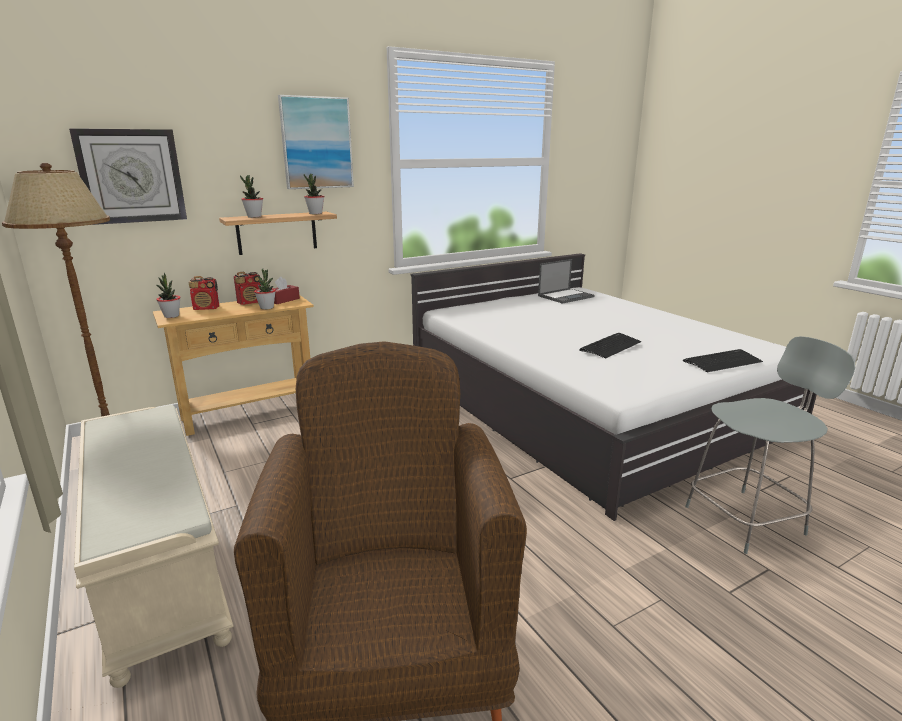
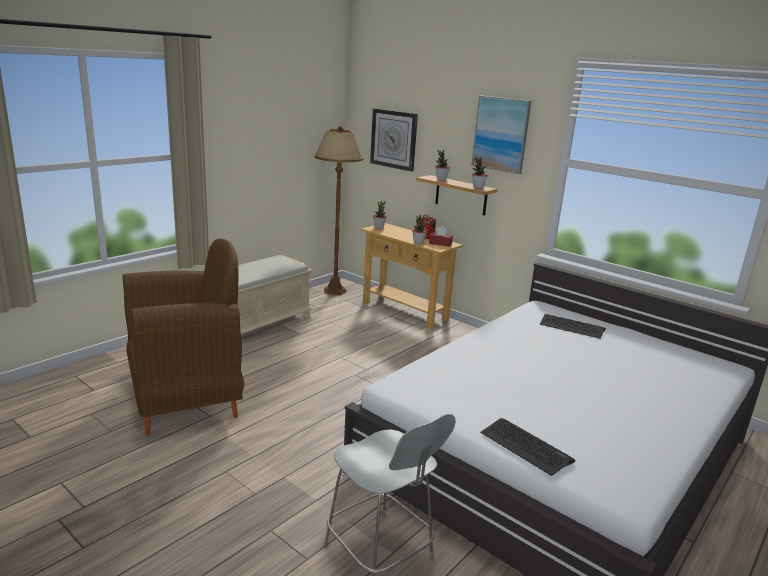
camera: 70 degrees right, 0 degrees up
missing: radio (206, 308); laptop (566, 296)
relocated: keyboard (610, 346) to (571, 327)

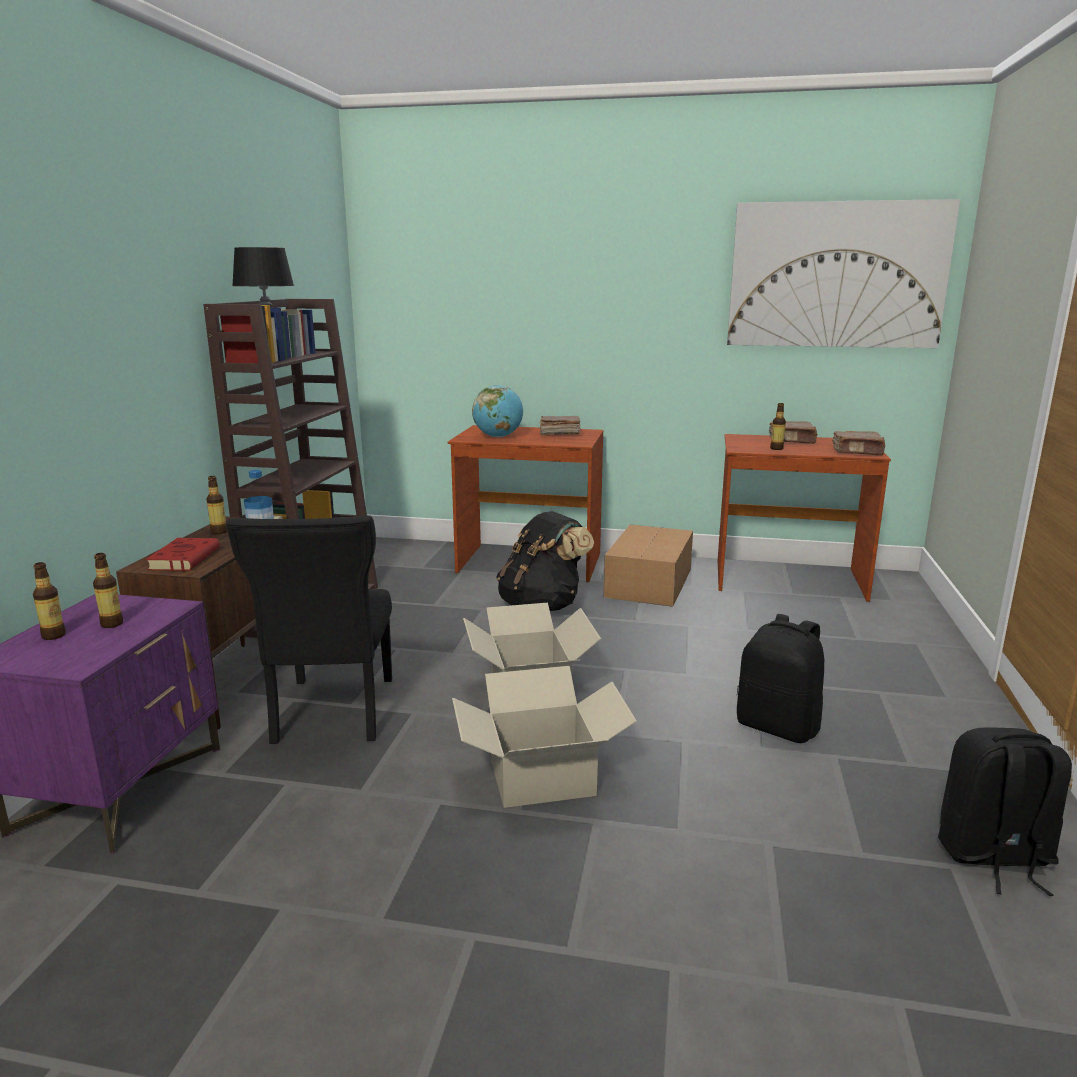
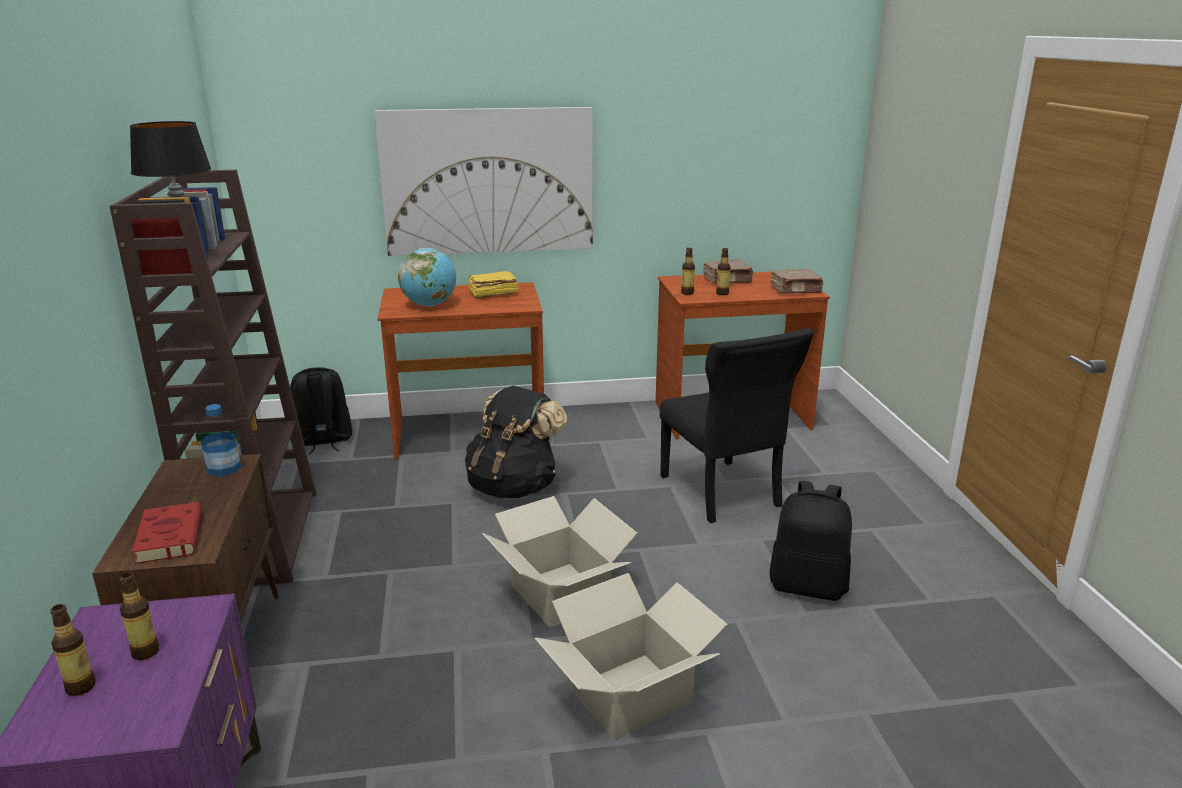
camera: 20 degrees left, 5 degrees up
missing: cardboard box (650, 582)
relocated: bottle (219, 532) to (687, 293); chair (black) (332, 713) to (722, 493); picture (837, 275) to (488, 181); backpack (black) (993, 857) to (322, 441)
colour: book (brown) (559, 434) to book (yellow) (492, 293)

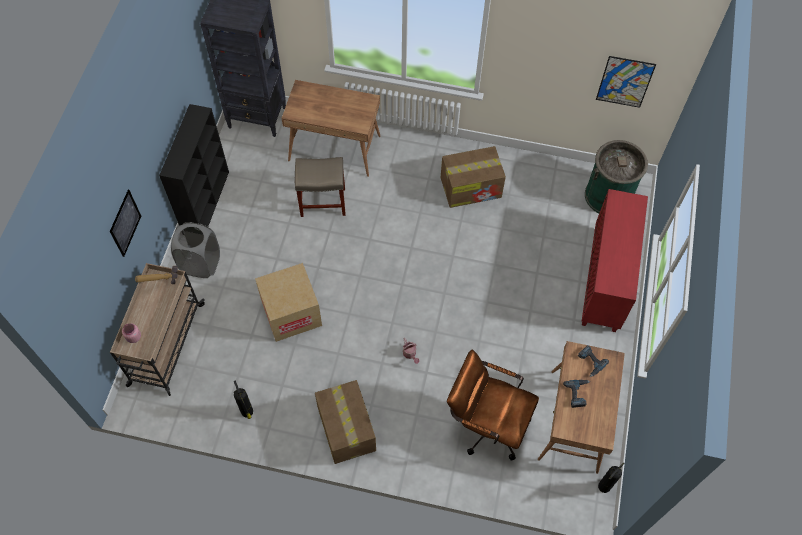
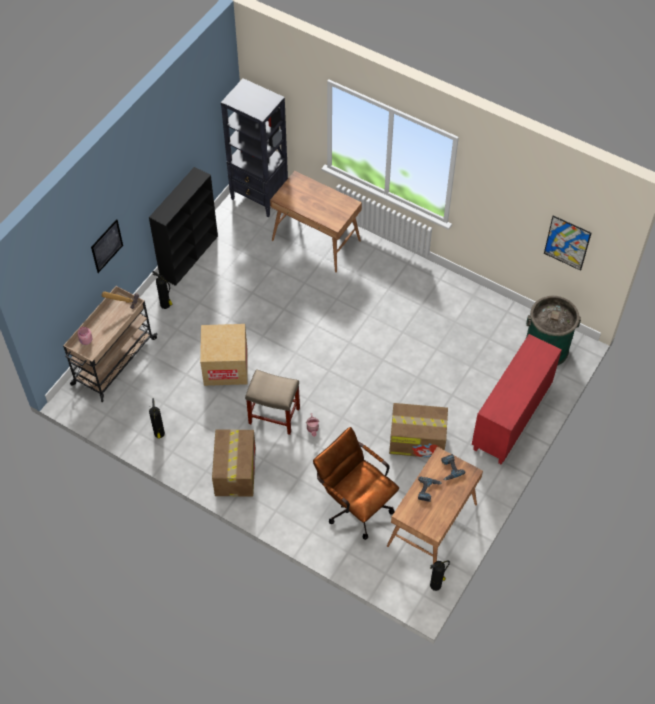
camera: 20 degrees right, 5 degrees down
relocated: stool (beige) (322, 202) to (273, 415); cardboard box (471, 187) to (418, 440)
exchanged: laundry basket (grey) (200, 263) to fire extinguisher (166, 305)

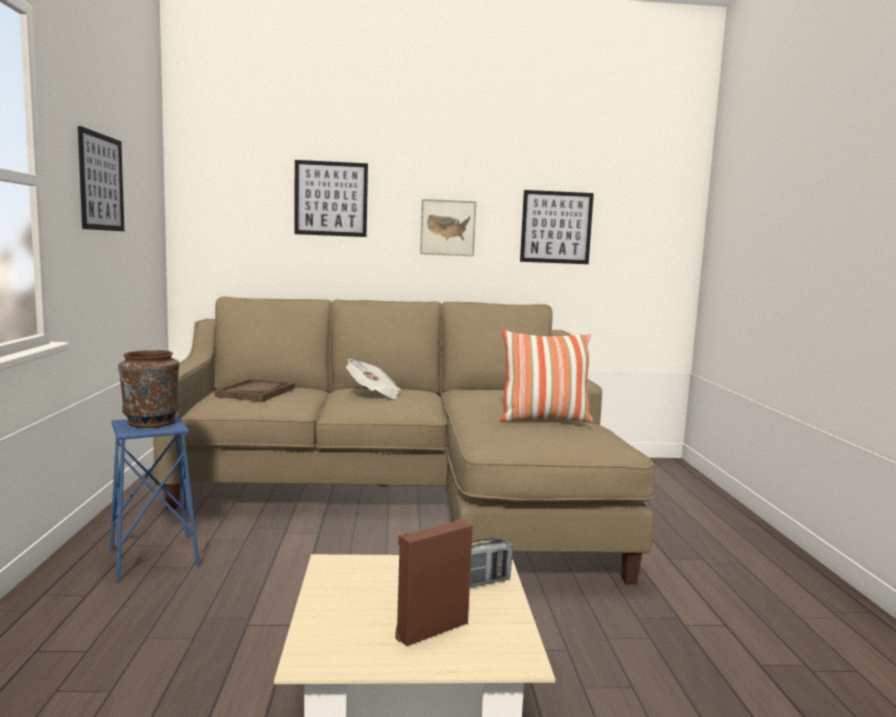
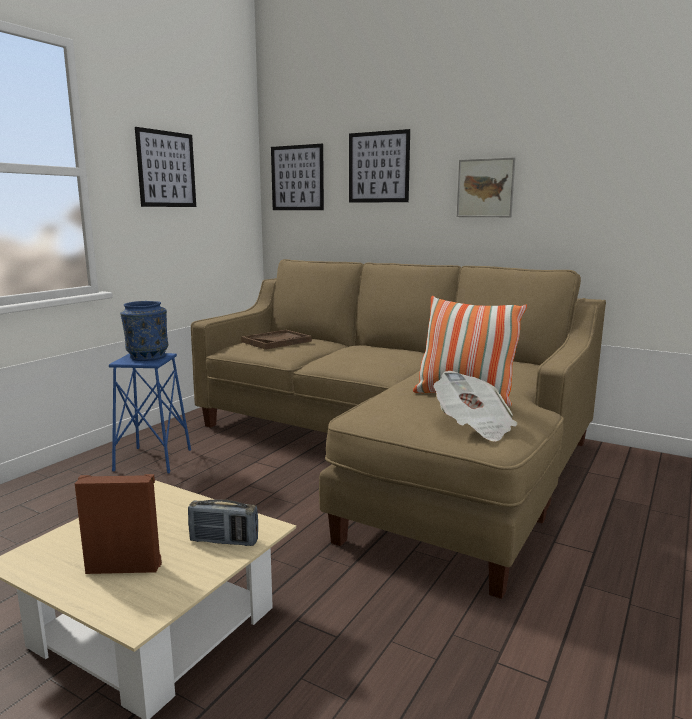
camera: 35 degrees right, 5 degrees up
relocated: newspaper (373, 394) to (474, 426); picture (556, 227) to (297, 178)
colour: vase (brown) (150, 422) to vase (blue) (147, 357)

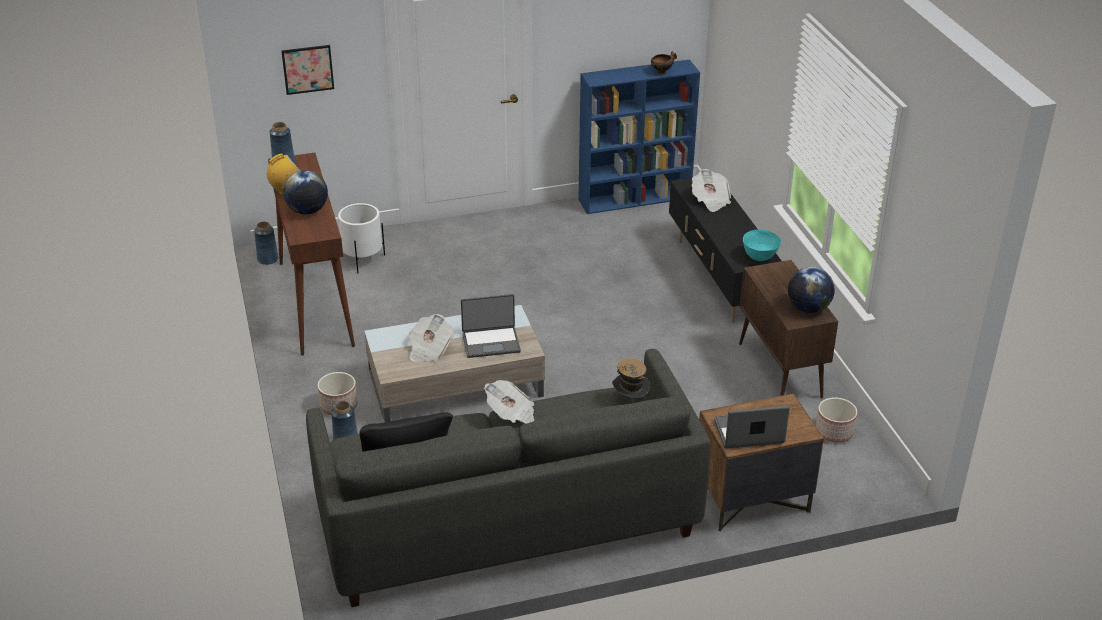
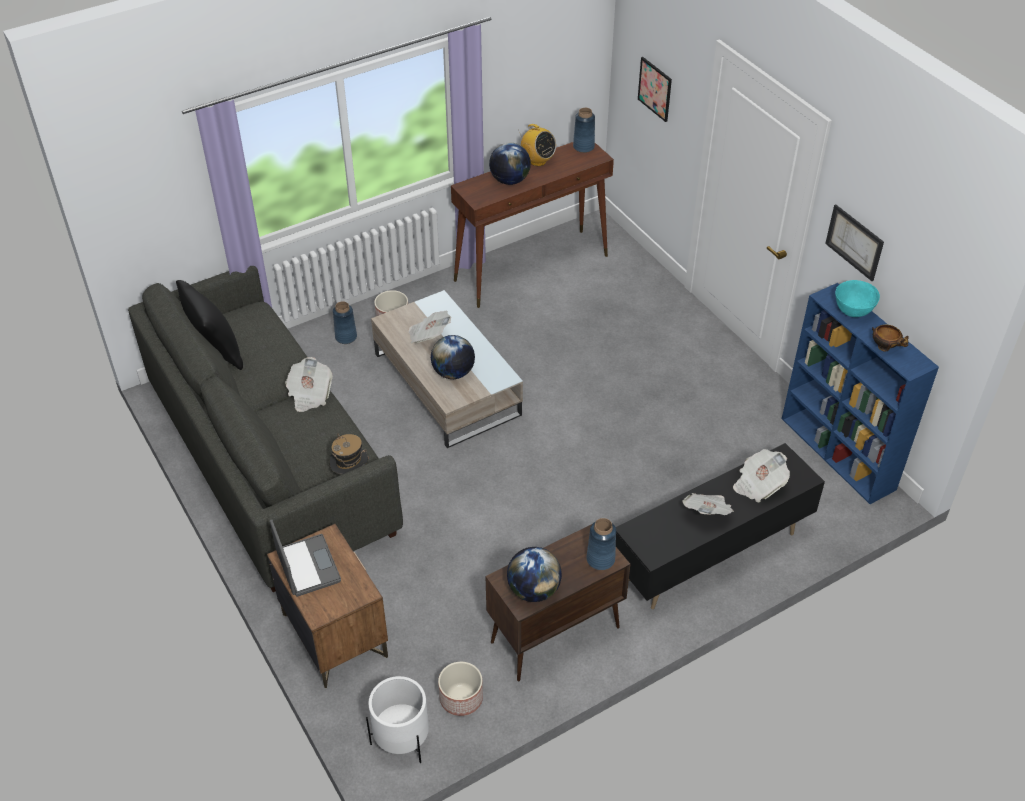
camera: 75 degrees right, 10 degrees up
appeared: newspaper (707, 512); picture (854, 242)
relocated: vase (blue) (268, 259) to (600, 559); planter (white) (363, 260) to (402, 740); bowl (turquoise) (759, 257) to (852, 311)
exchanged: laptop (491, 342) to globe (453, 373)

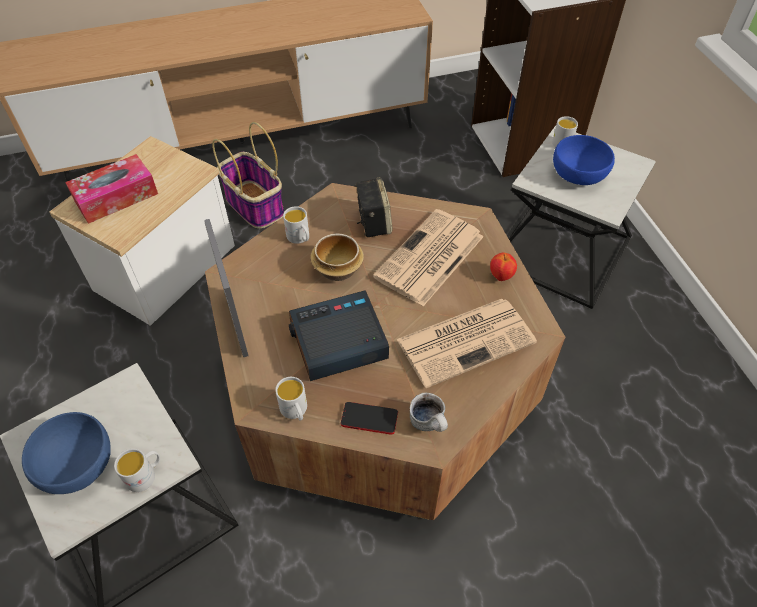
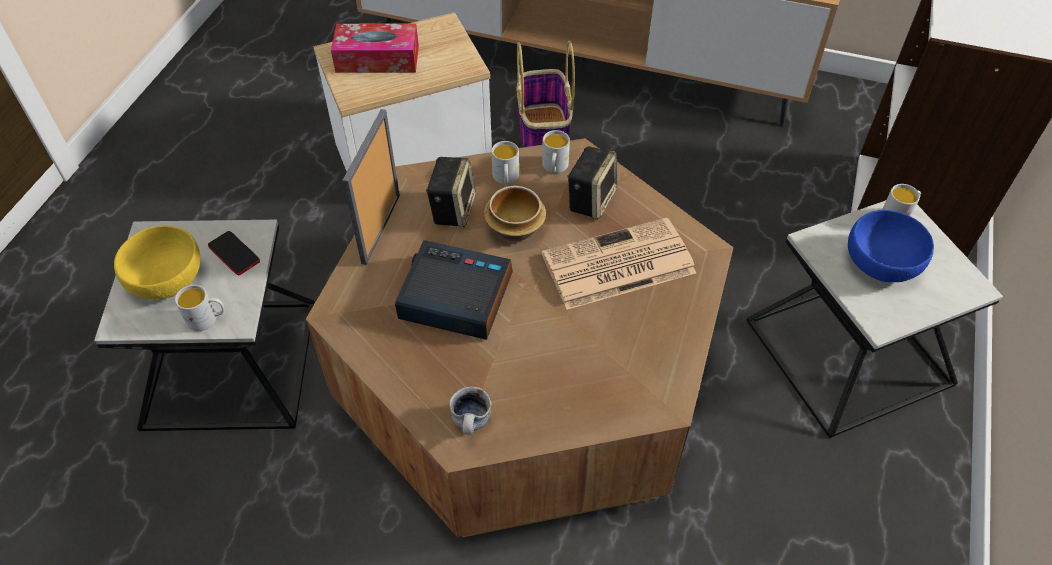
camera: 35 degrees right, 0 degrees up
missing: newspaper (467, 340); apple (501, 276)
appeared: speaker (452, 208)
relocated: mug (white) (295, 411) to (554, 168); phone (369, 418) to (234, 254)
colour: bowl (blue) (76, 463) to bowl (yellow) (167, 277)

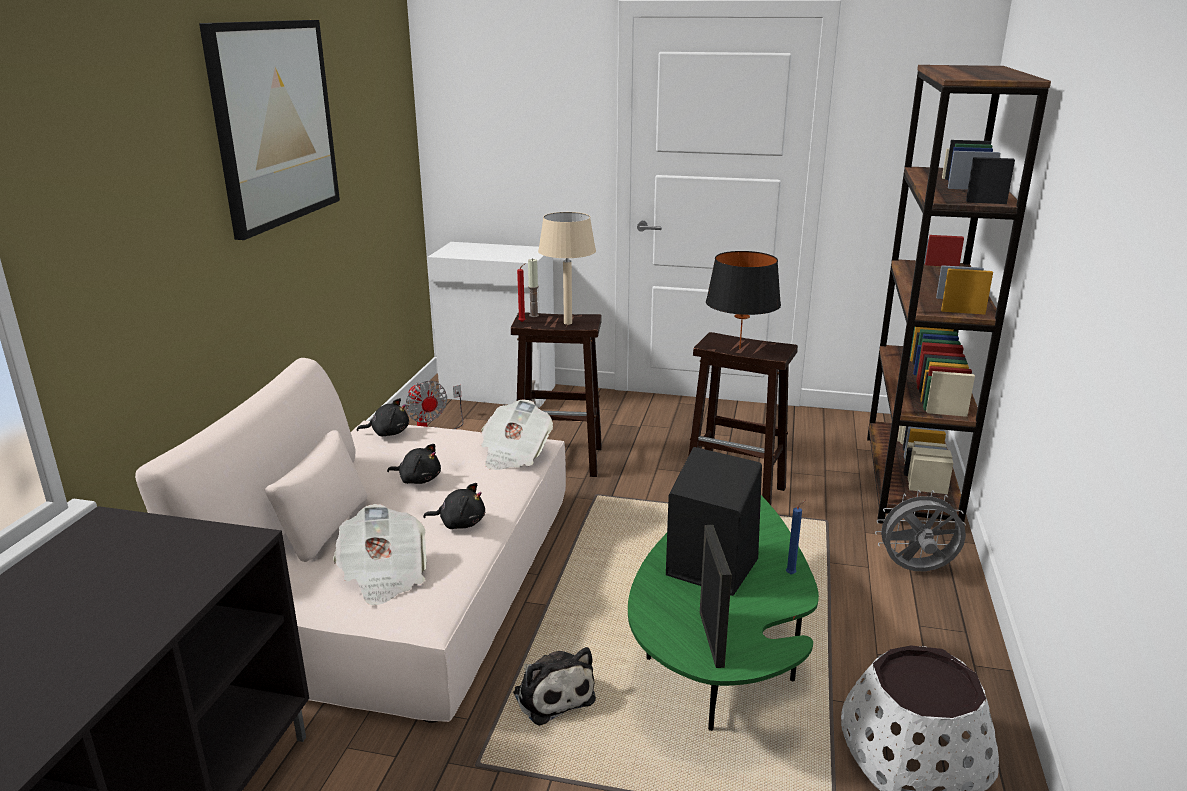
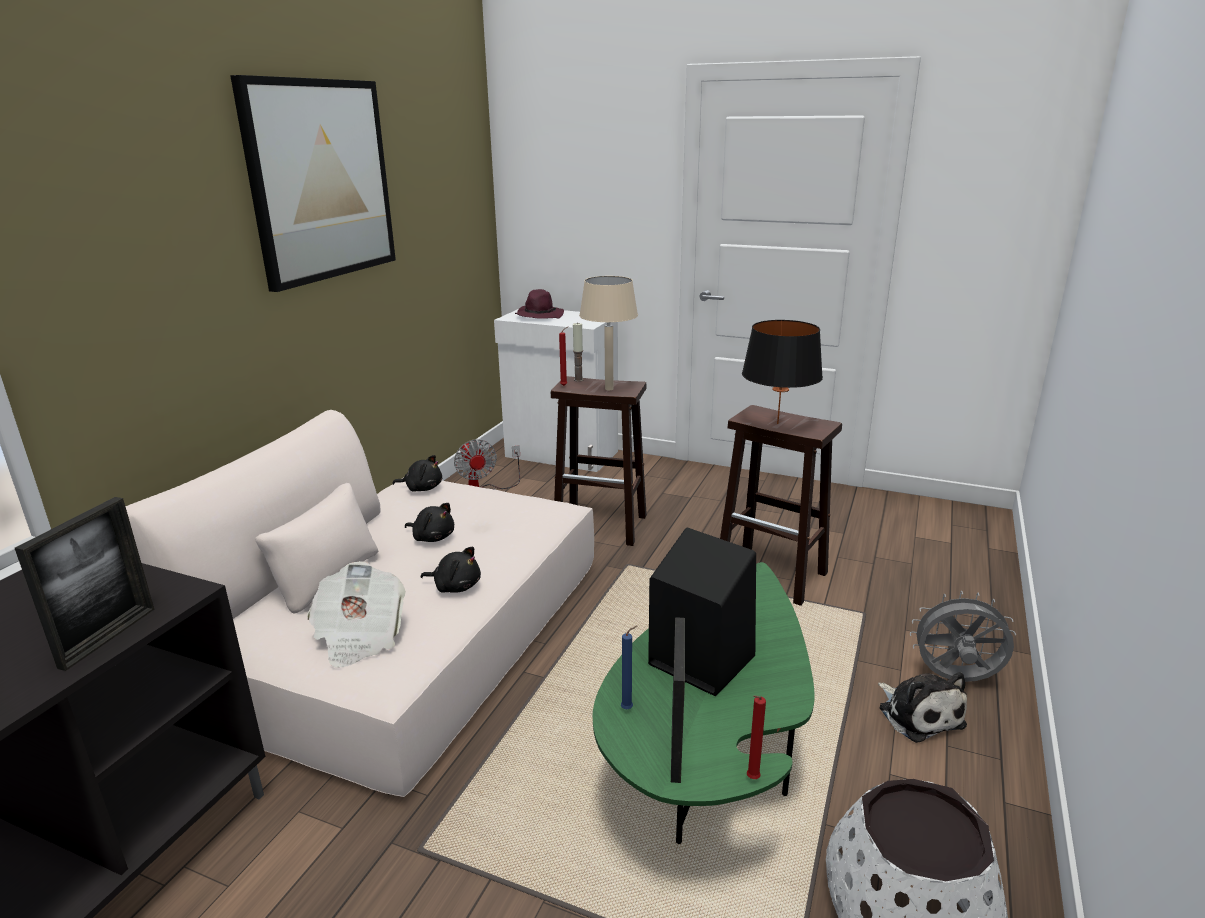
camera: 10 degrees right, 0 degrees up
missing: newspaper (514, 454); bookcase (brown) (910, 481)
appeared: picture frame (108, 637); hat (purple) (539, 315); candle (red) (751, 779)
relocated: plush toy (552, 694) to (918, 714); candle (blue) (792, 574) to (628, 709)

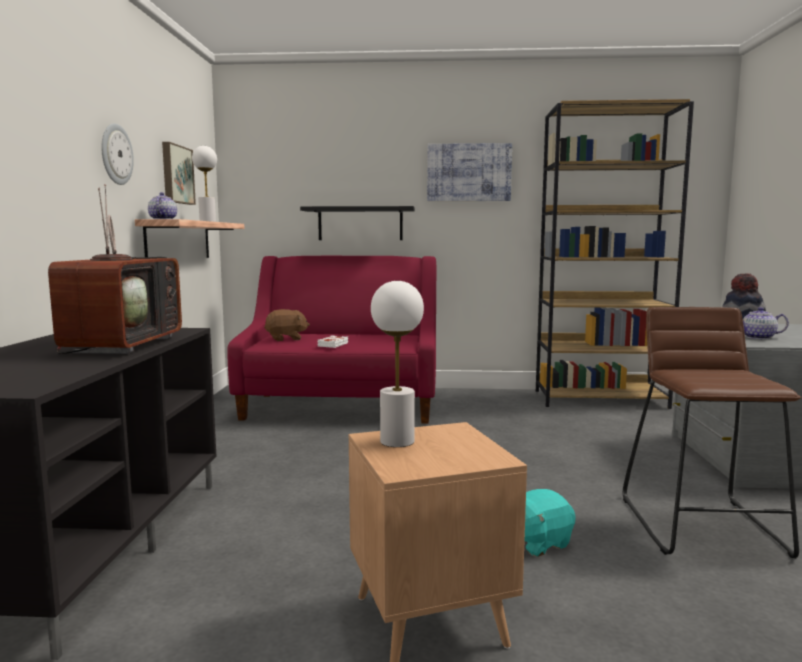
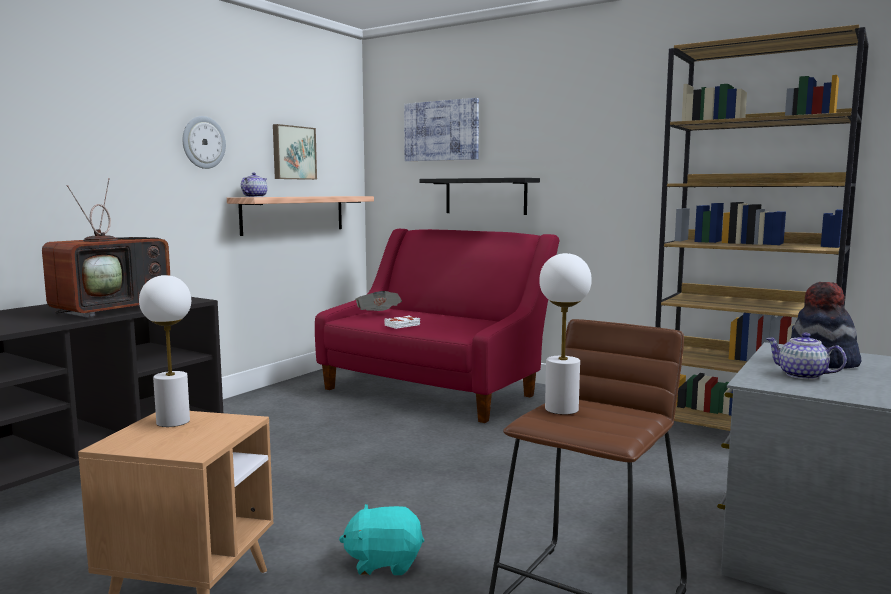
camera: 30 degrees right, 0 degrees up
relocated: table lamp (white) (207, 222) to (561, 409); picture (469, 172) to (441, 131)
exchanged: plush toy (brown) (286, 339) to newspaper (379, 314)

